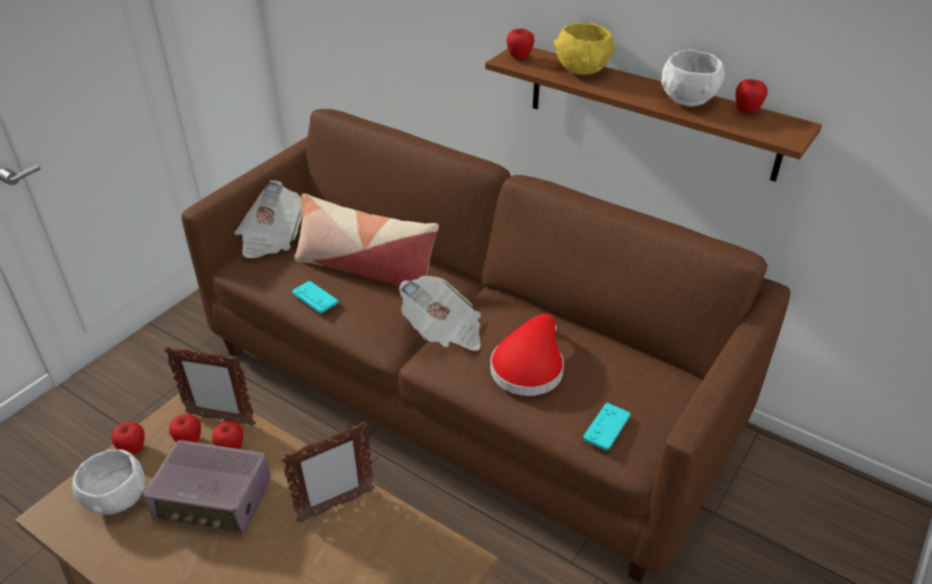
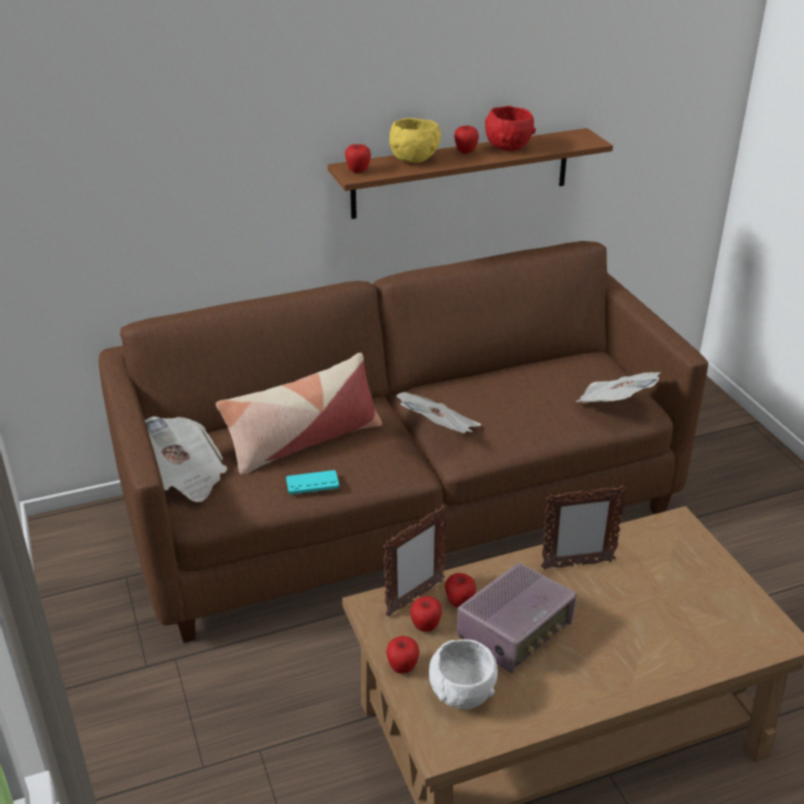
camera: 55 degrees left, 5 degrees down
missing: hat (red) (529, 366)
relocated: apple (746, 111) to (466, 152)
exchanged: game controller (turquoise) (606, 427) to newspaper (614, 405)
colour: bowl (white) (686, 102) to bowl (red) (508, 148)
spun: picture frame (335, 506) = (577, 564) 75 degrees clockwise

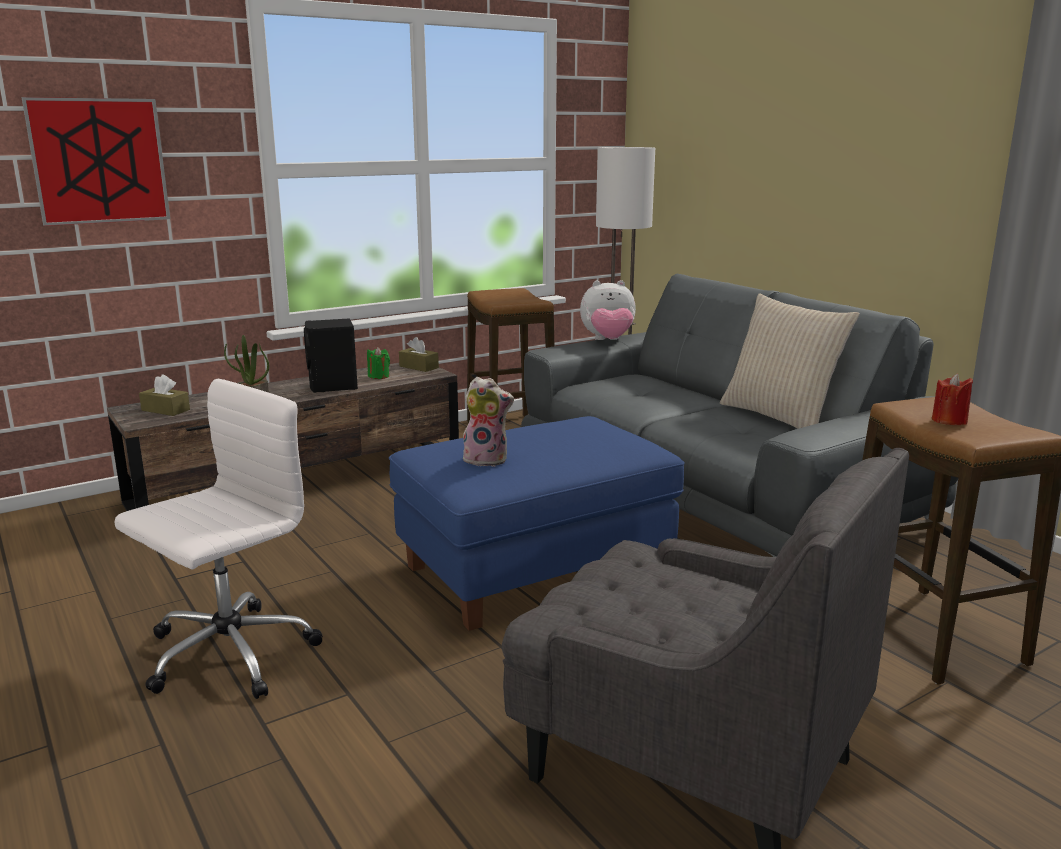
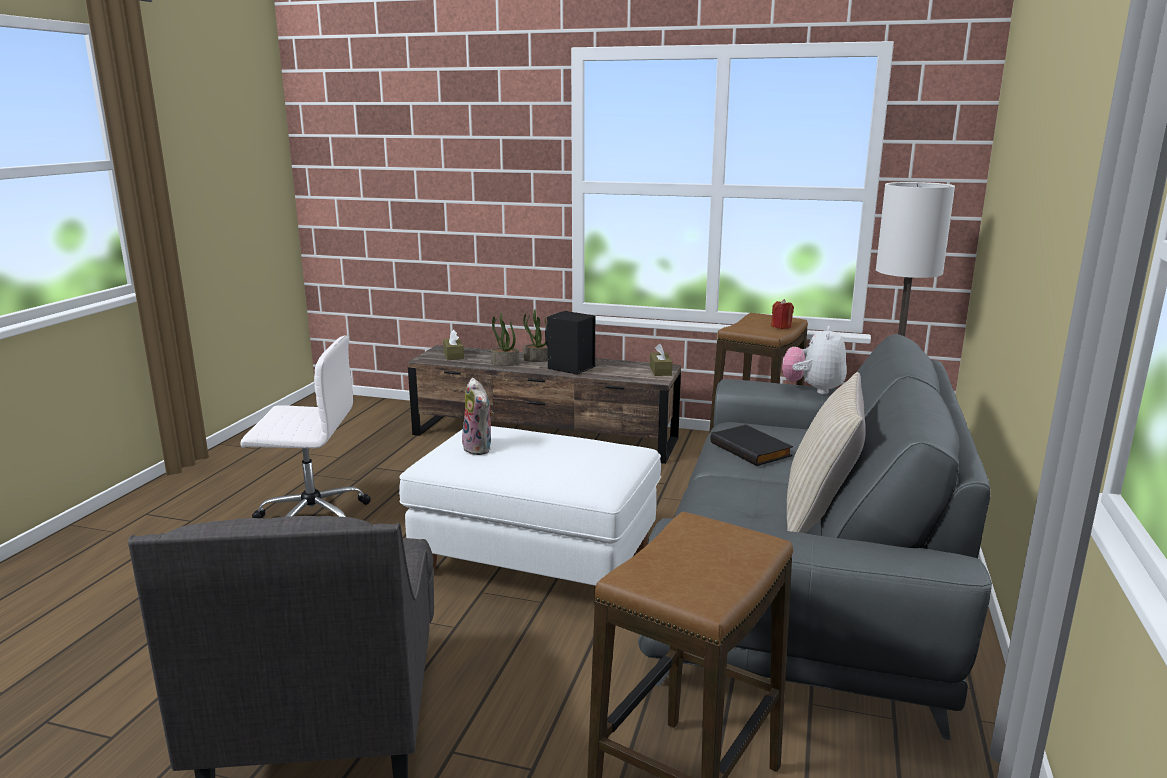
camera: 50 degrees right, 0 degrees up
missing: picture (99, 161); candle (green) (378, 376)
appeared: potted plant (537, 359); book (black) (752, 449)
relocated: candle (red) (949, 421) to (781, 326)
colour: ottoman (blue) (536, 569) to ottoman (white) (537, 561)
spun: plush toy (608, 341) = (813, 389) 60 degrees clockwise

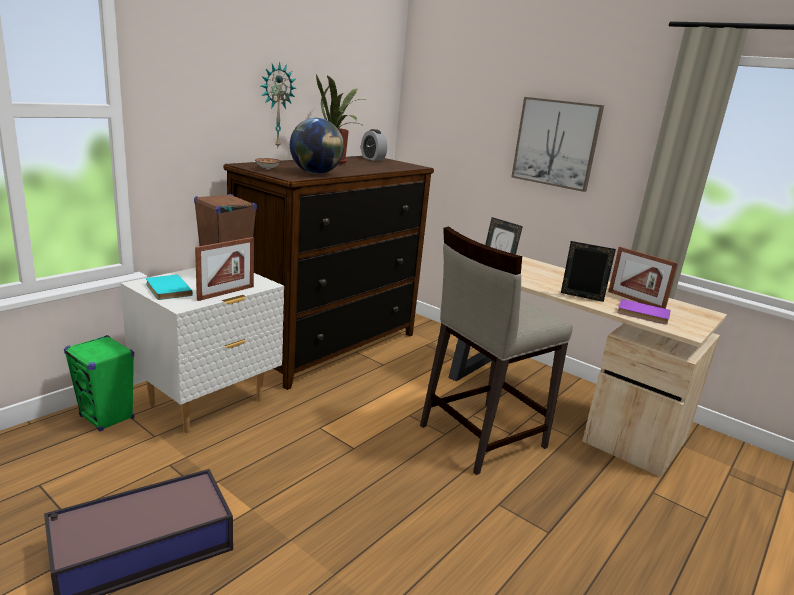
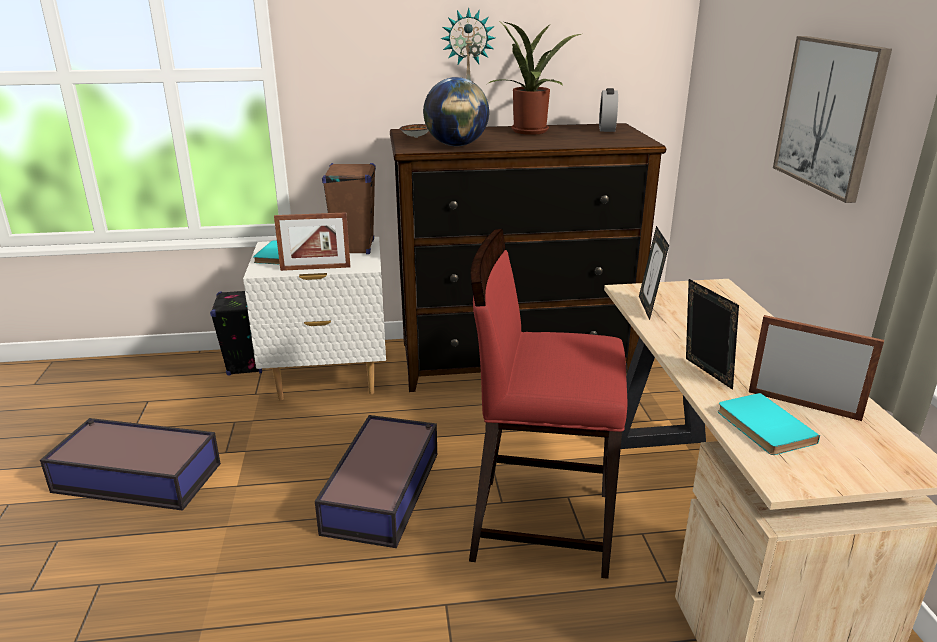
camera: 45 degrees right, 5 degrees up
appeared: storage box (384, 490)
colour: speaker (green) (107, 417) to speaker (black) (246, 366); stool (beige) (481, 436) to stool (red) (540, 524); book (purple) (642, 314) to book (turquoise) (762, 427)
spun: picture frame (635, 300) = (803, 405) 120 degrees clockwise

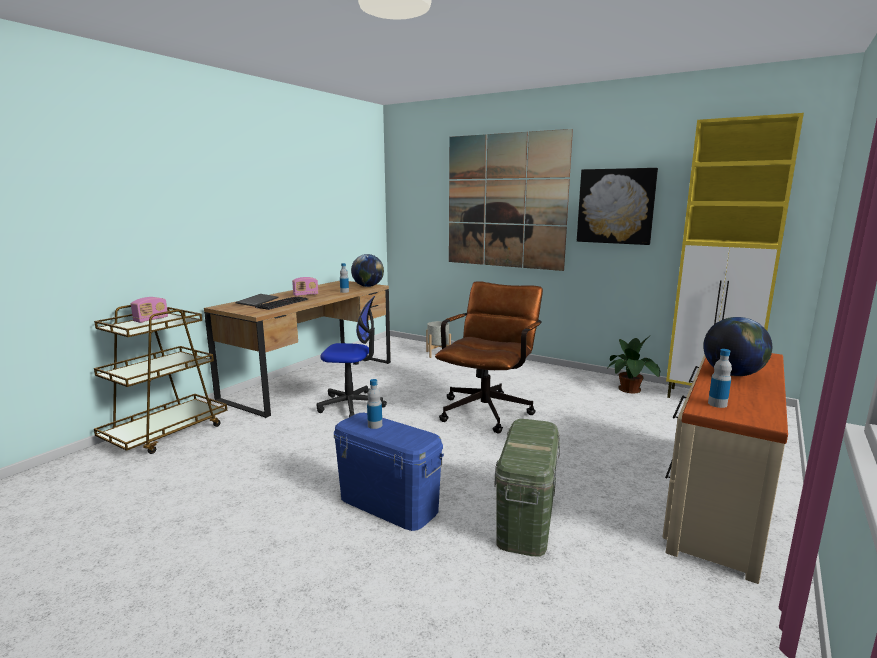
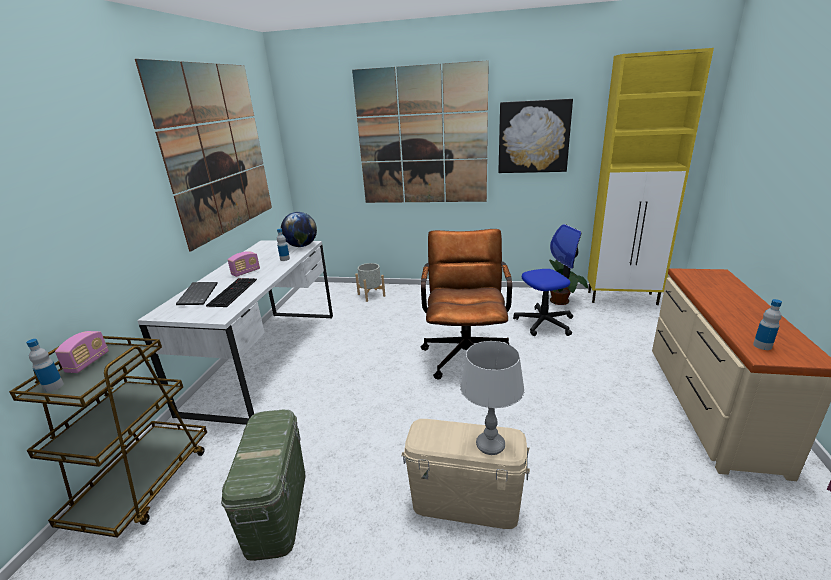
camera: 20 degrees left, 10 degrees up
missing: globe (732, 374)
appeared: picture (217, 150); table lamp (grey) (490, 445)
relocated: office chair (351, 405) to (544, 322); bottle (375, 425) to (53, 386); storage box (green) (526, 520) to (277, 510)
colour: desk (brown) (311, 380) to desk (white) (266, 358); storage box (blue) (388, 504) to storage box (beige) (465, 502)

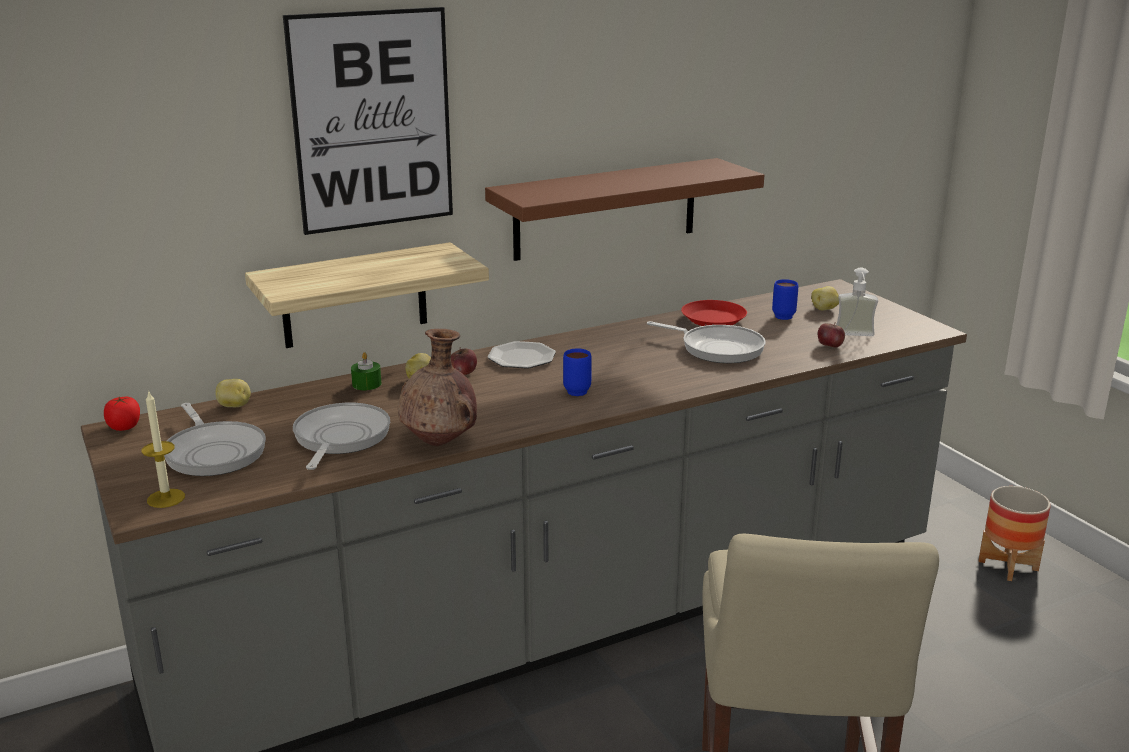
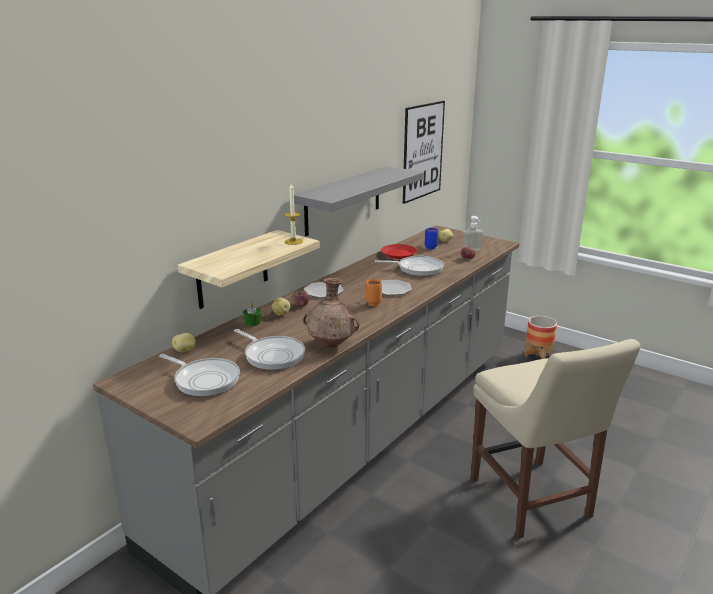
camera: 25 degrees left, 0 degrees up
missing: tomato (124, 427)
appeared: plate (392, 289)
relocated: candle (166, 498) to (293, 241); picture (372, 121) to (423, 151)
colour: shelf (brown) (606, 209) to shelf (grey) (343, 200); mug (blue) (576, 390) to mug (orange) (371, 303)
spun: frying pan (340, 438) = (272, 355) 150 degrees clockwise

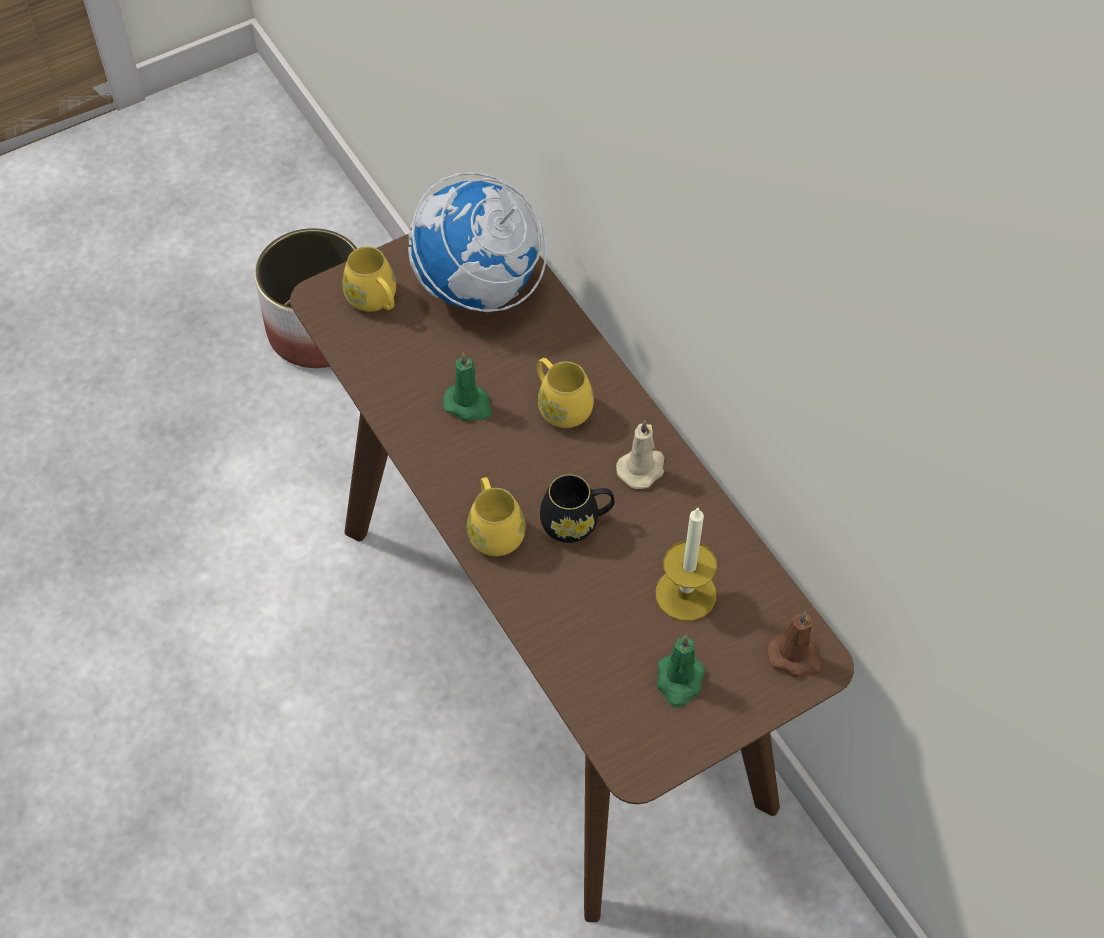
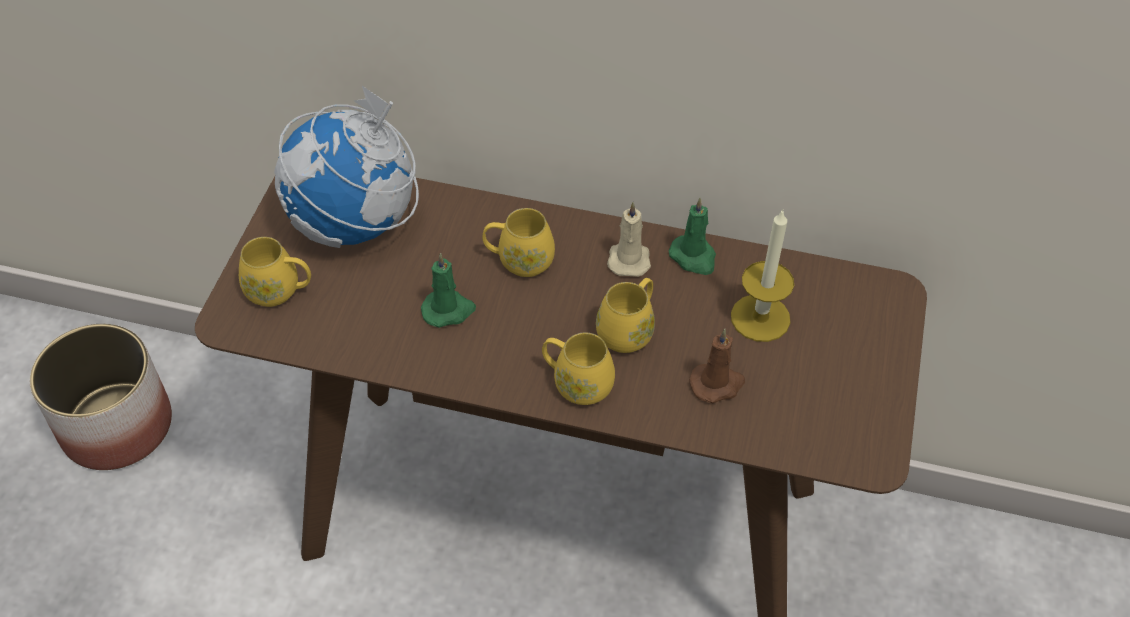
camera: 45 degrees left, 5 degrees down
relocated: candle (green) (679, 681) to (694, 257); candle (brown) (795, 657) to (717, 384)
colour: mug (black) (576, 522) to mug (yellow) (628, 330)

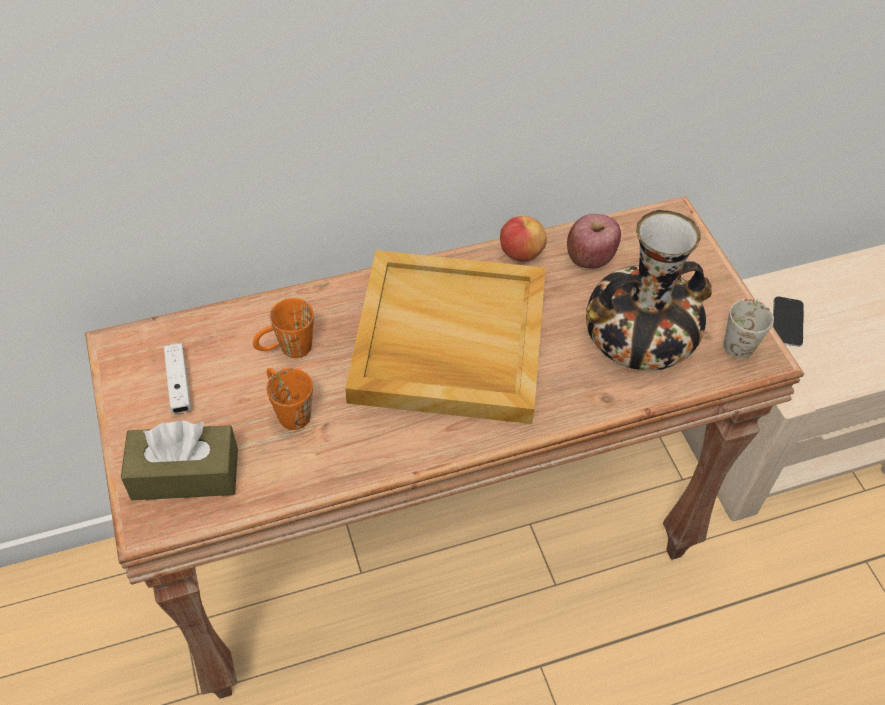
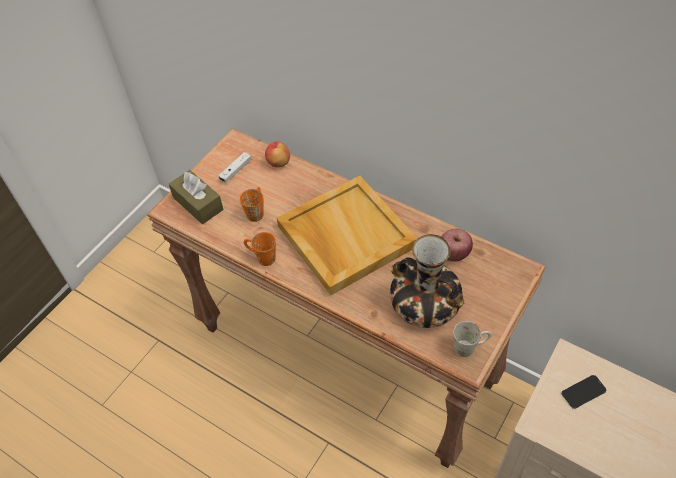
camera: 55 degrees right, 0 degrees up
relocated: mug (orange) (286, 350) to (261, 257); apple (520, 253) to (278, 162)

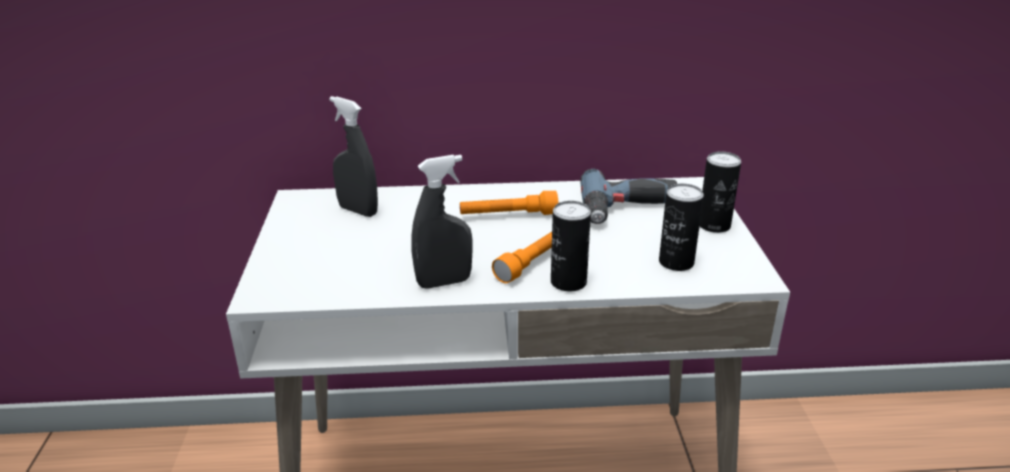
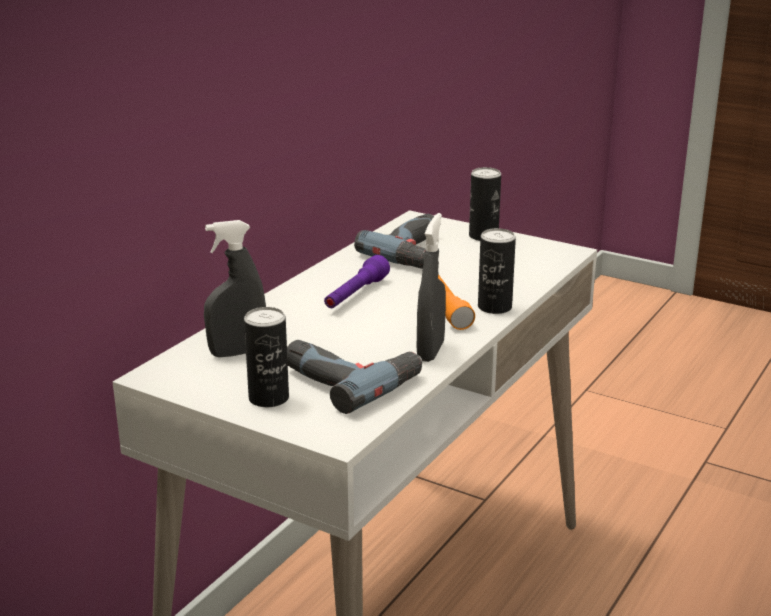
camera: 55 degrees left, 5 degrees down
appeared: power drill (350, 378)
relocated: can (676, 262) to (268, 398)
colour: flashlight (orange) (508, 215) to flashlight (purple) (355, 295)

